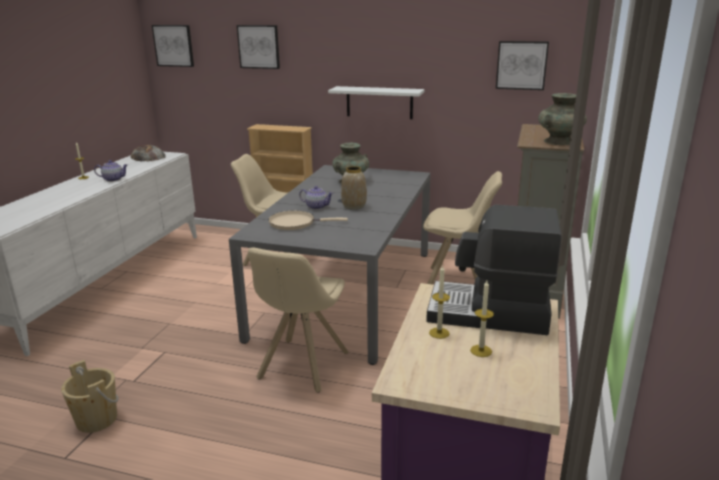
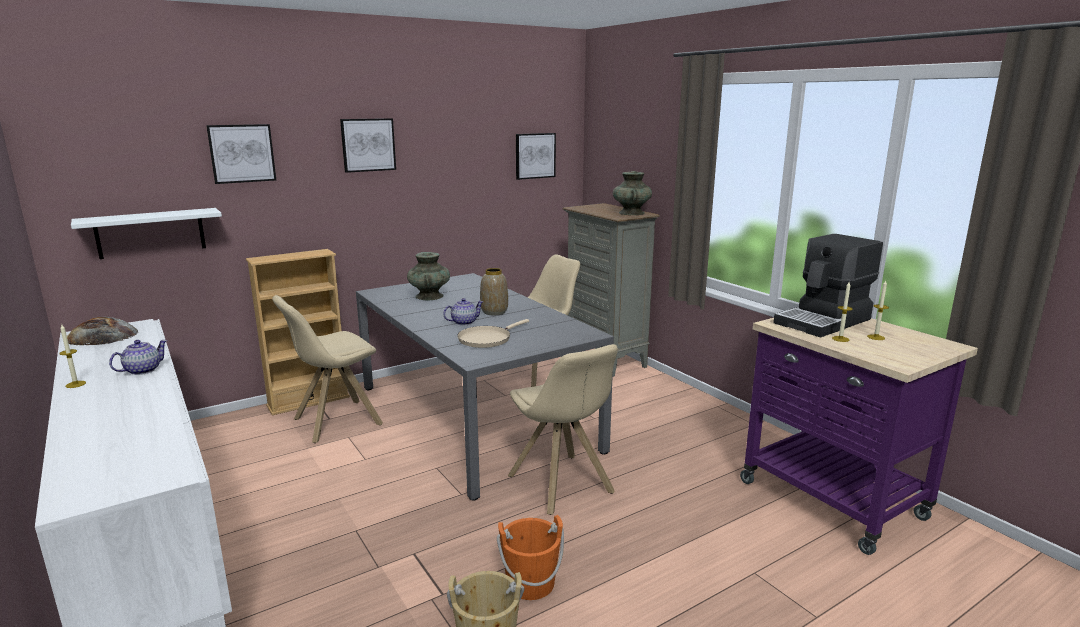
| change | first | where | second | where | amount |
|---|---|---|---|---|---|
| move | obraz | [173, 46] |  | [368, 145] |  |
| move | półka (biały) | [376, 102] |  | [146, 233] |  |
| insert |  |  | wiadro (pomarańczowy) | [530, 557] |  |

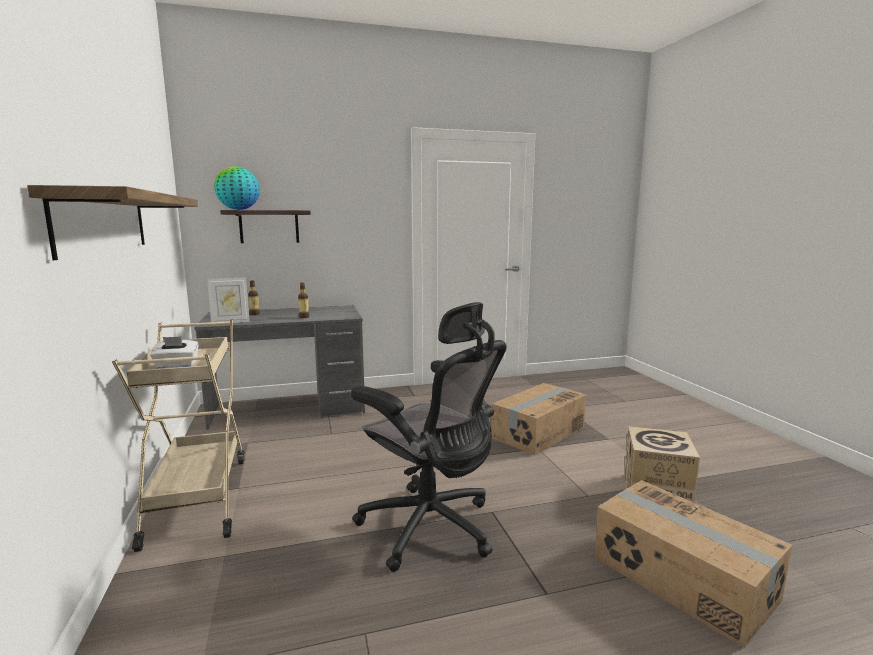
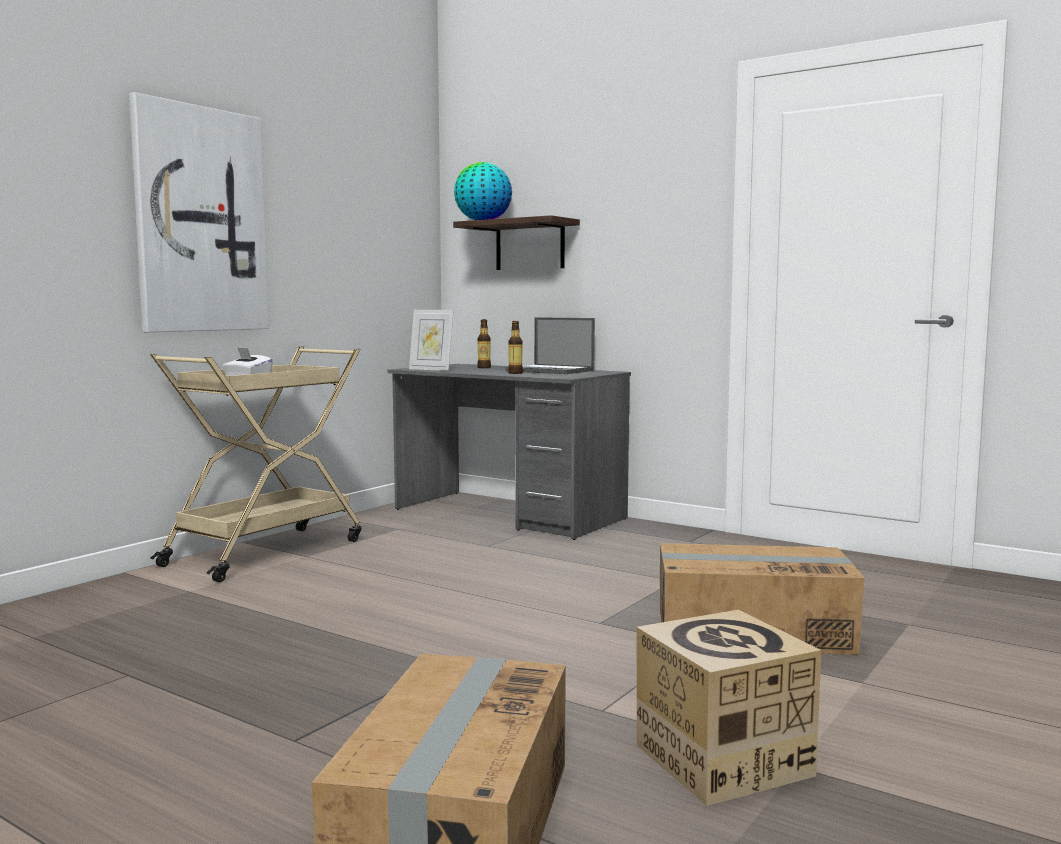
| change | first | where | second | where | amount |
|---|---|---|---|---|---|
| replace | półka | [112, 222] | obraz | [199, 212] |  |
| delete | krzesło biurowe | [429, 437] |  |  |  |
| insert |  |  | laptop | [550, 345] |  |

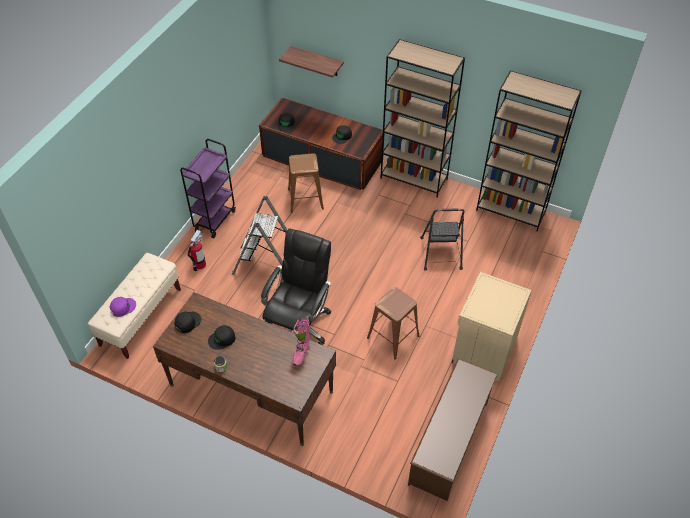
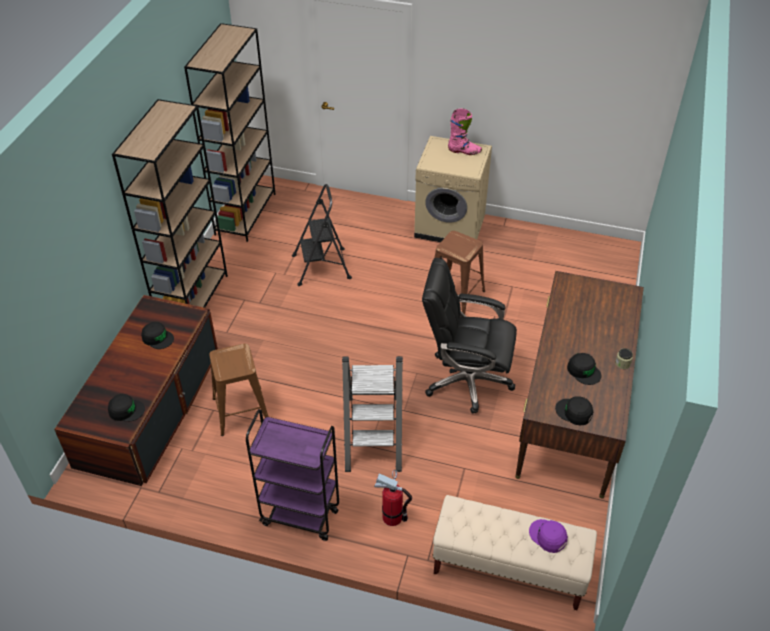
| change | first | where | second | where | amount |
|---|---|---|---|---|---|
| delete | półka | [311, 62] |  |  |  |
| move | but z cholewką (różowy) | [301, 342] |  | [465, 132] |  |
| delete | regał na buty (brązowy) | [452, 429] |  |  |  |

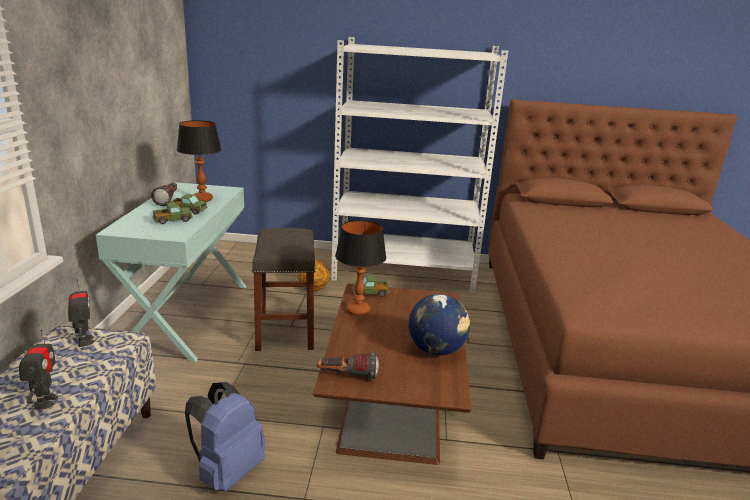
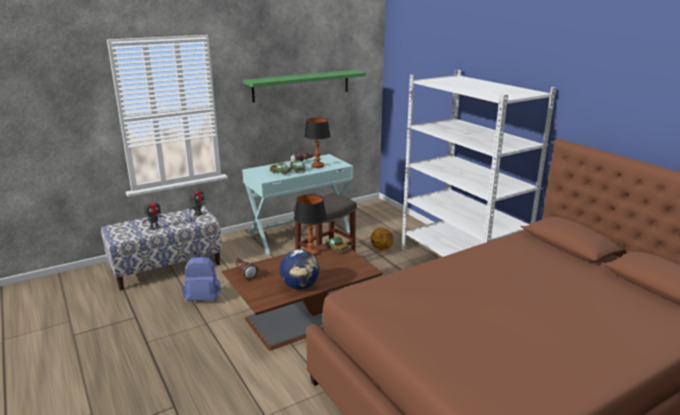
| change | first | where | second | where | amount |
|---|---|---|---|---|---|
| insert |  |  | półka (zielony) | [304, 86] |  |

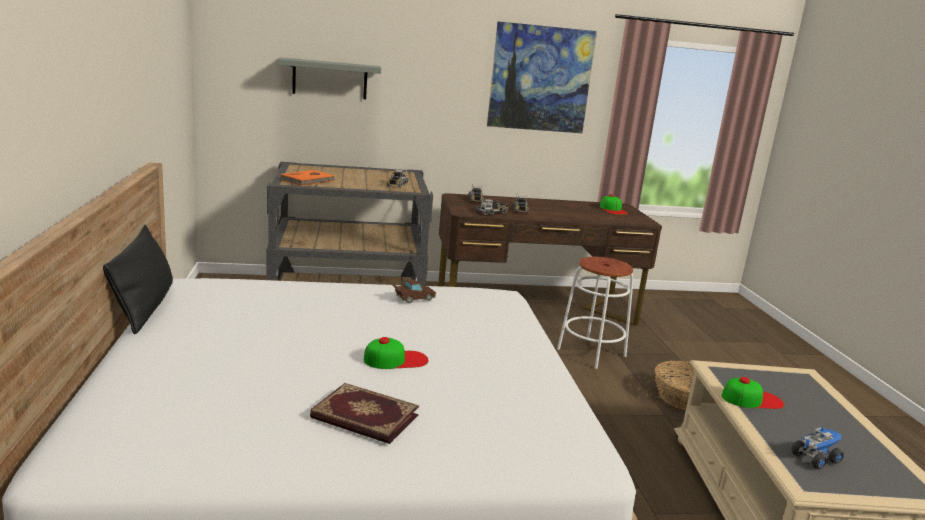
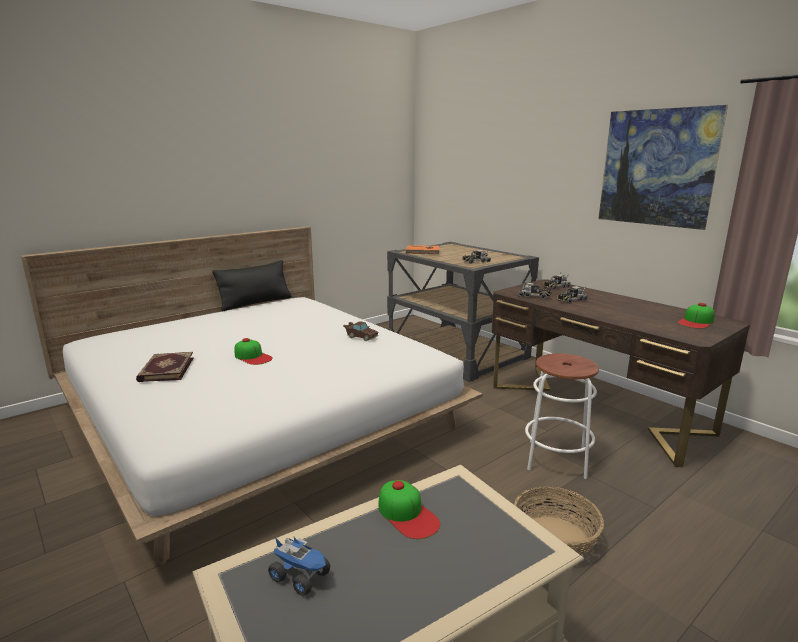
| change | first | where | second | where | amount |
|---|---|---|---|---|---|
| delete | półka (szary) | [328, 78] |  |  |  |

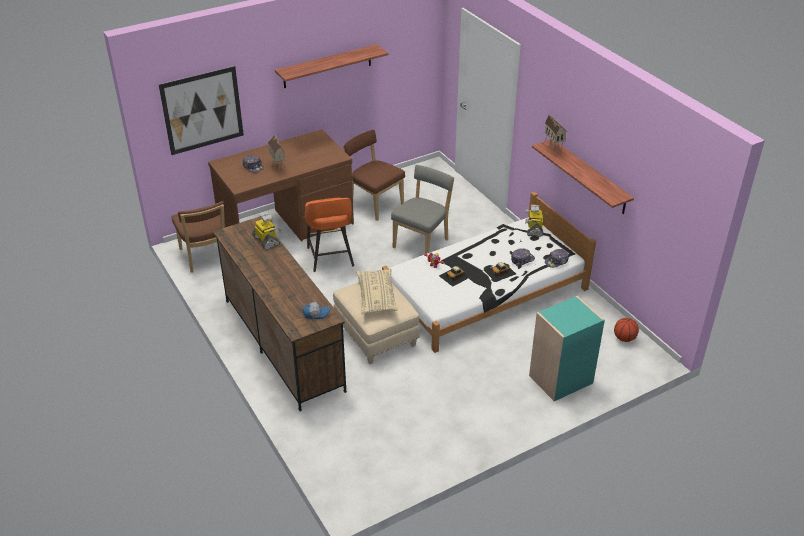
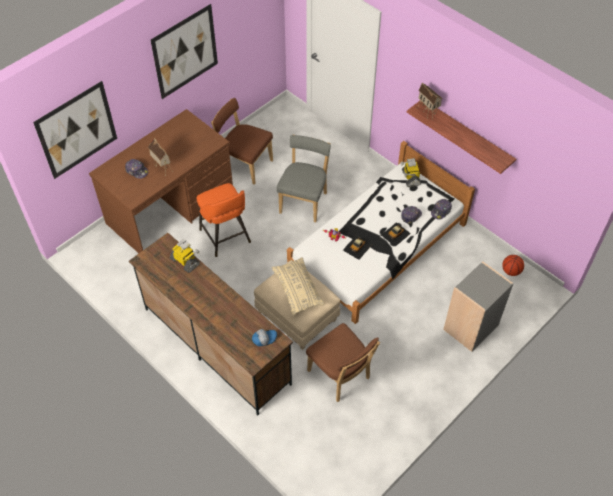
| change | first | where | second | where | amount |
|---|---|---|---|---|---|
| move | krzesło (brązowy) | [198, 237] |  | [343, 362] |  |
| replace | półka | [332, 66] | obraz | [184, 51] |  |
| recolor | regał (turkusowy) | [567, 348] | regał (szary) | [478, 306] |  |

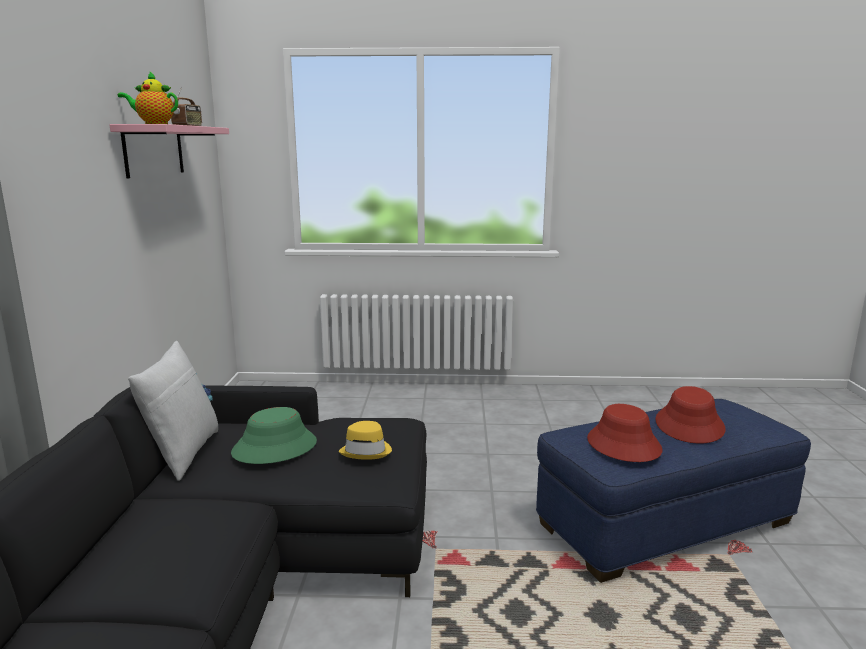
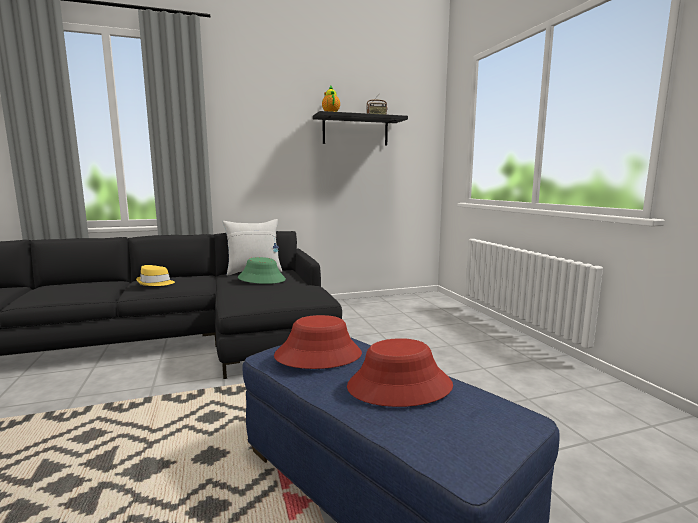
| change | first | where | second | where | amount |
|---|---|---|---|---|---|
| recolor | półka (różowy) | [169, 151] | półka (czarny) | [360, 128] |  |
| move | kapelusz (żółty) | [365, 440] |  | [155, 275] |  |

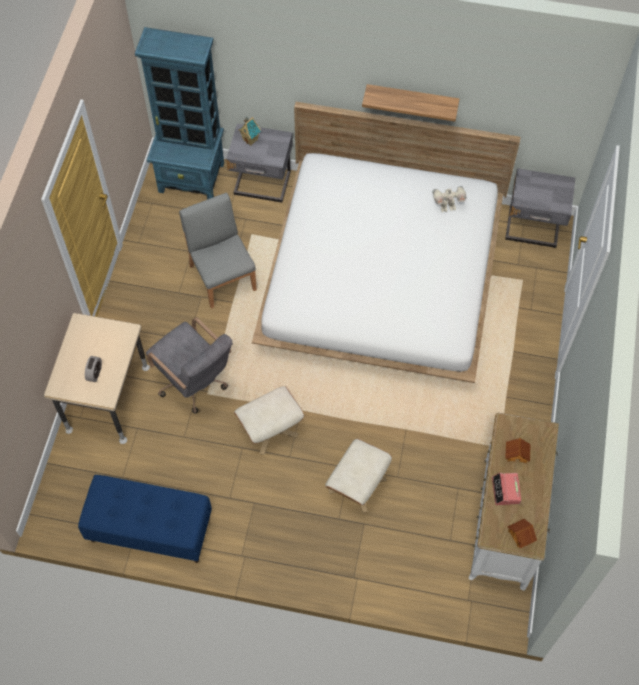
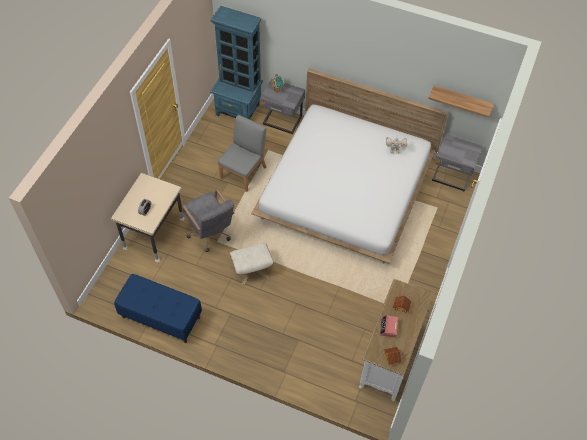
| change | first | where | second | where | amount |
|---|---|---|---|---|---|
| rotate | krzesło (szary) | [218, 251] |  | [242, 153] | 45 degrees clockwise |
| delete | pufa (beżowy) | [358, 476] |  |  |  |
| move | półka | [410, 103] |  | [461, 101] |  |

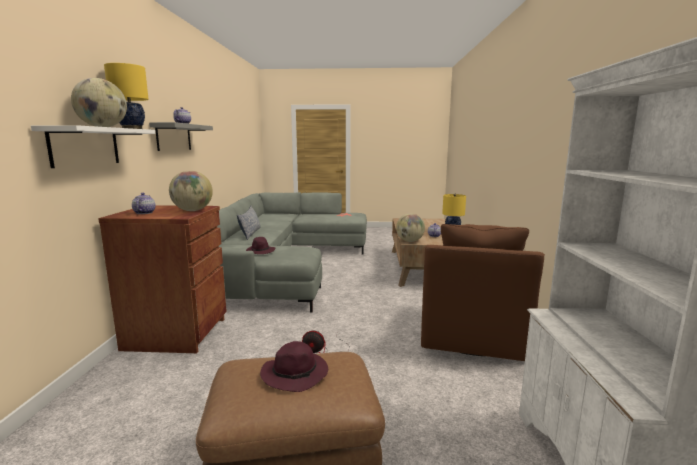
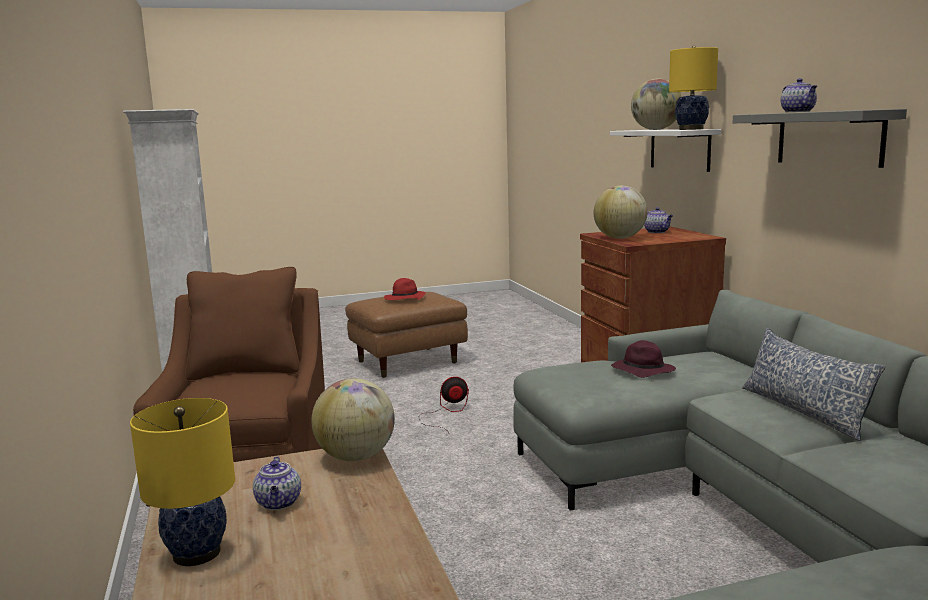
| change | first | where | second | where | amount |
|---|---|---|---|---|---|
| recolor | kapelusz (fioletowy) | [294, 366] | kapelusz (czerwony) | [405, 289] |  |

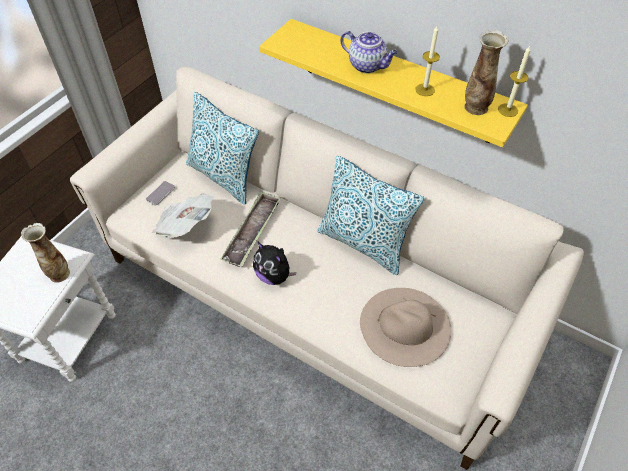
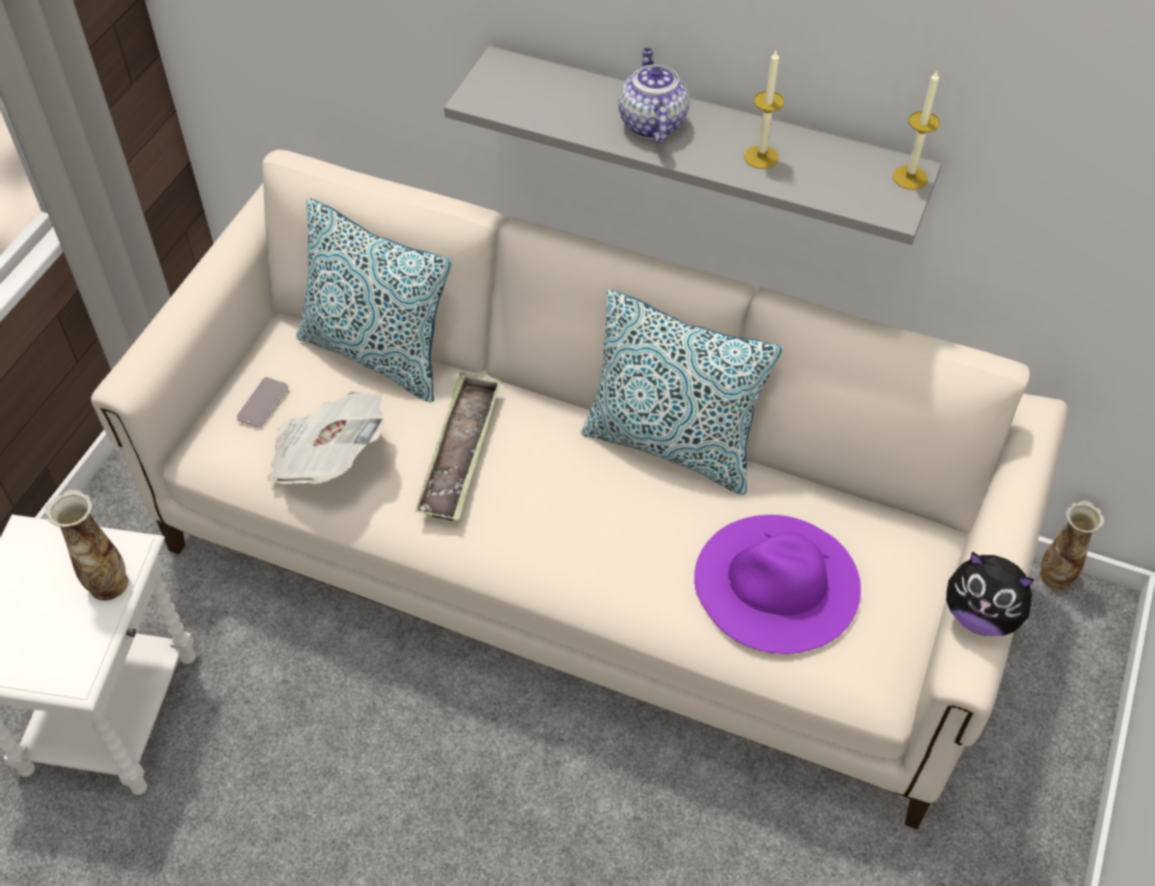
| change | first | where | second | where | amount |
|---|---|---|---|---|---|
| move | pluszak | [274, 263] |  | [994, 594] |  |
| recolor | półka (żółty) | [393, 83] | półka (szary) | [693, 145] |  |
| rotate | imbryk | [369, 52] |  | [654, 95] | 120 degrees counterclockwise |
| recolor | kapelusz (beżowy) | [405, 327] | kapelusz (fioletowy) | [777, 584] |  |
| move | wazon | [486, 72] |  | [1072, 545] |  |

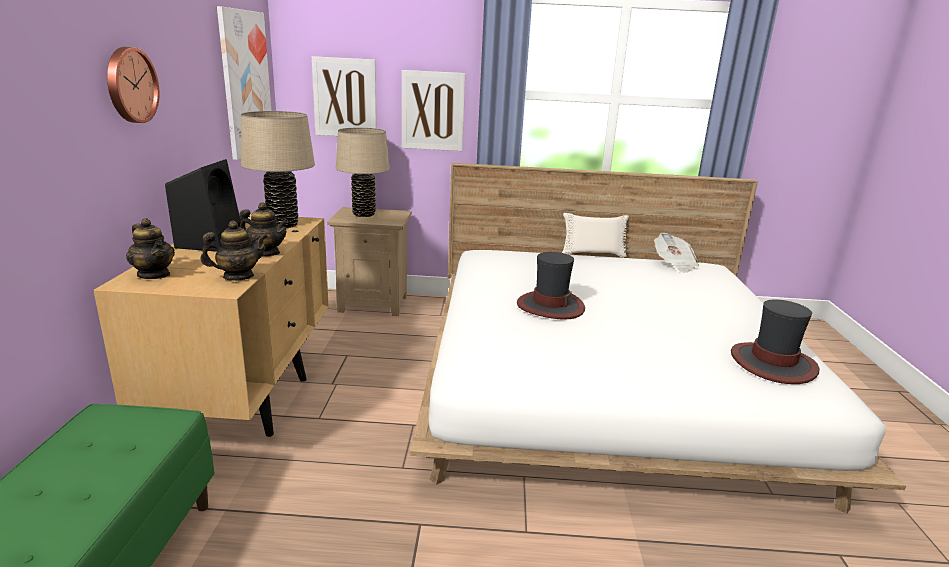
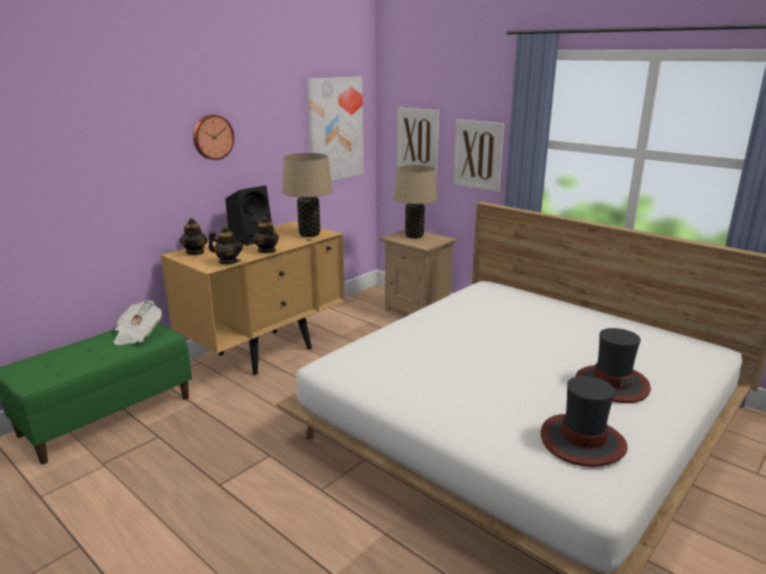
| change | first | where | second | where | amount |
|---|---|---|---|---|---|
| move | kapelusz | [551, 286] |  | [613, 365] |  |
| delete | poduszka (biały) | [595, 235] |  |  |  |
| move | gazeta | [676, 253] |  | [138, 322] |  |

